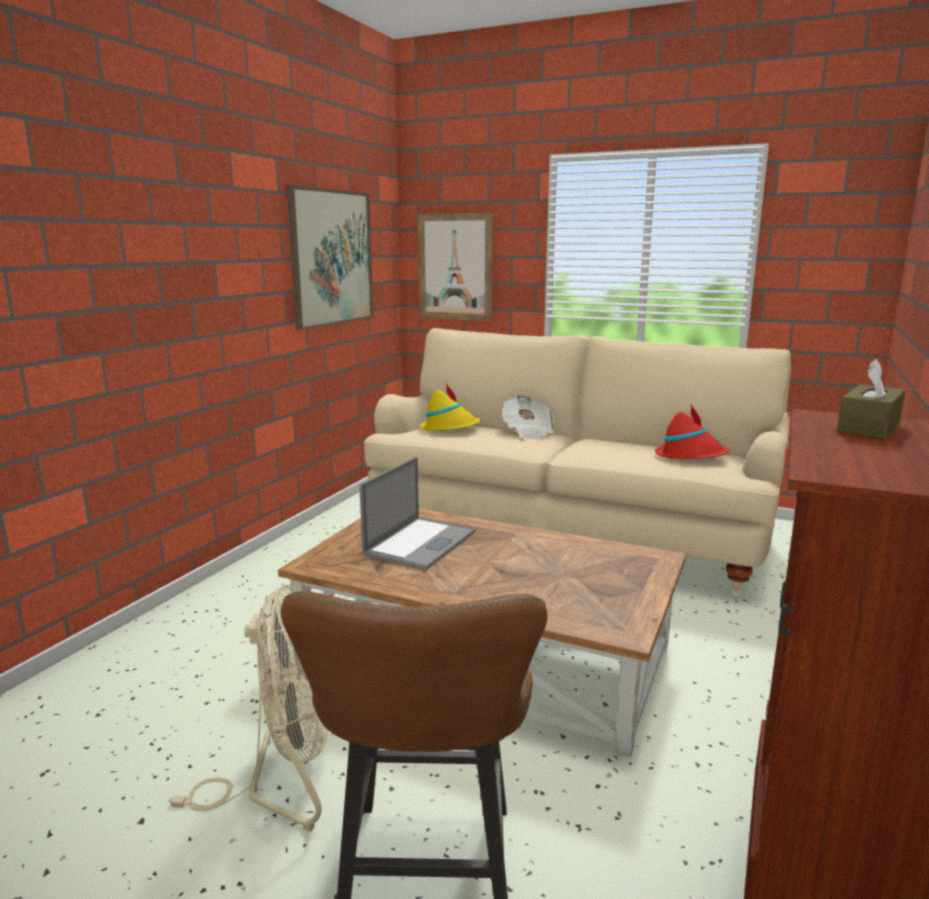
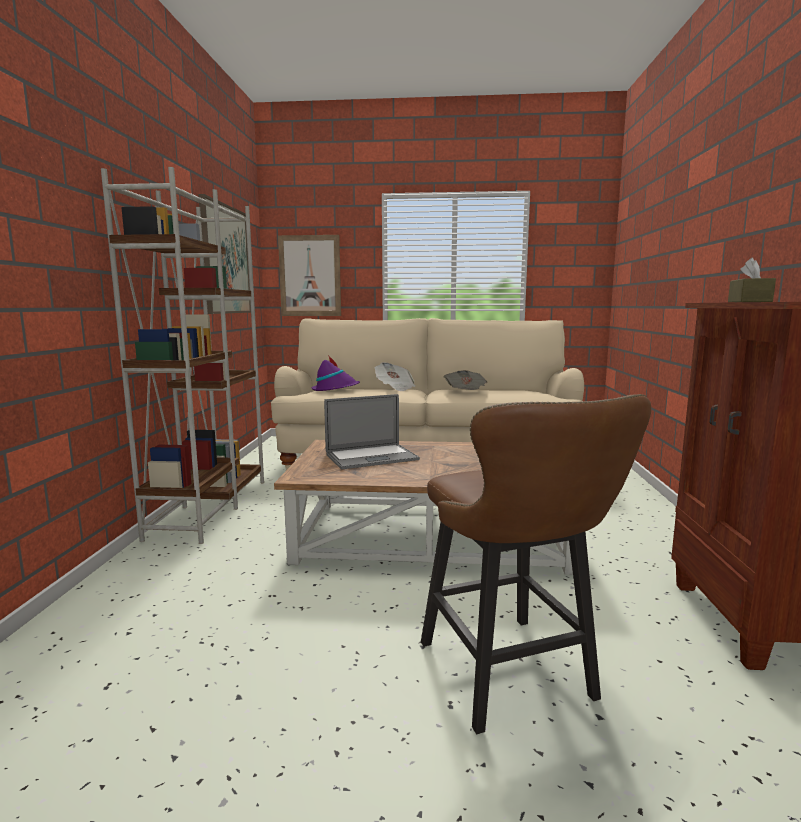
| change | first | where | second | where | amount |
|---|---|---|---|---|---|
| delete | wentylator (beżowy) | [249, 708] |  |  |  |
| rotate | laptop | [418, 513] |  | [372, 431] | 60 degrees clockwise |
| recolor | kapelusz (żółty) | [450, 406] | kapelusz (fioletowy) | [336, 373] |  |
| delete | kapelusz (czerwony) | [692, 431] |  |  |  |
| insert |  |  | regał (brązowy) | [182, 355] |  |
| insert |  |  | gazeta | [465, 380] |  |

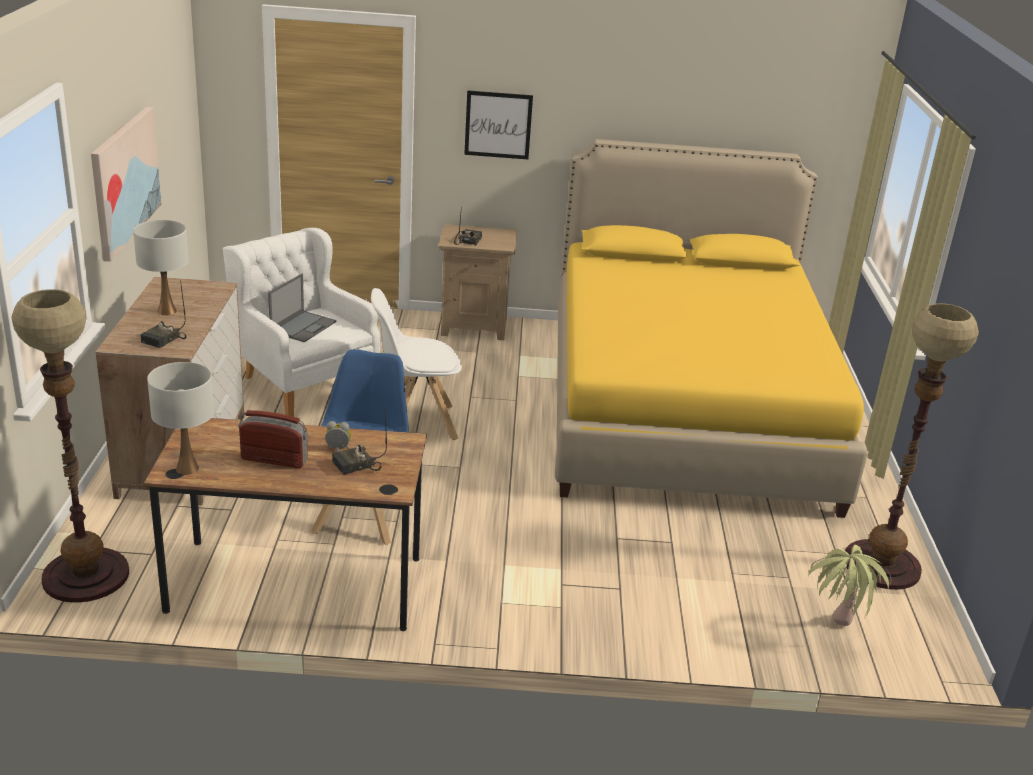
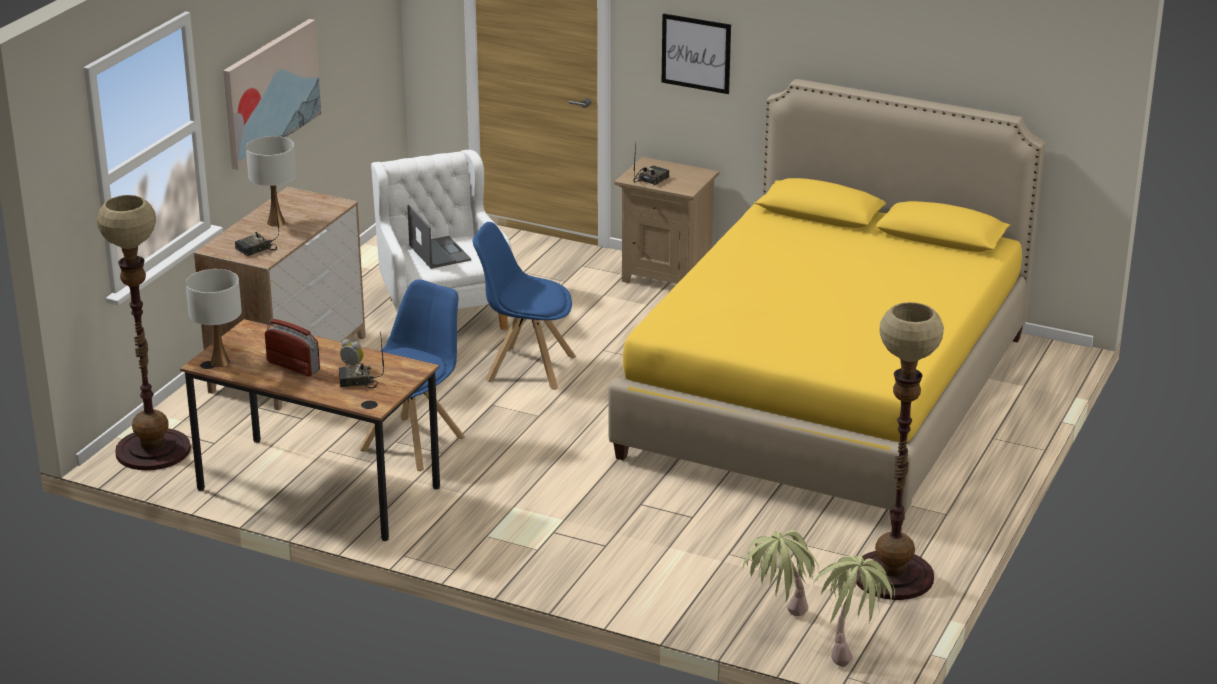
| change | first | where | second | where | amount |
|---|---|---|---|---|---|
| rotate | laptop | [302, 308] |  | [439, 237] | 75 degrees counterclockwise |
| recolor | krzesło (biały) | [416, 364] | krzesło (niebieski) | [524, 306] |  |
| insert |  |  | roślina doniczkowa | [854, 611] |  |

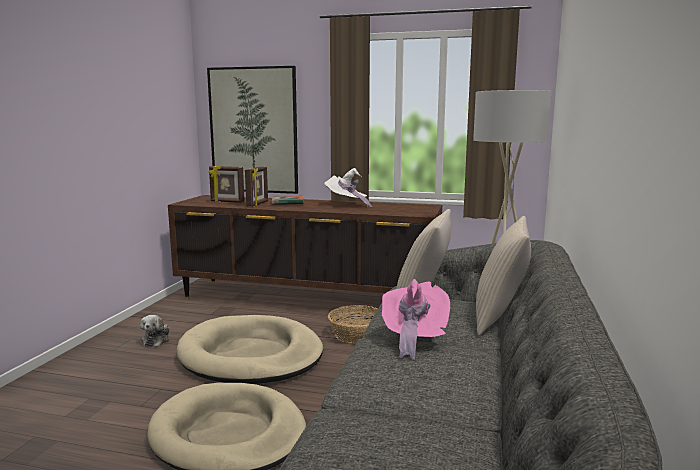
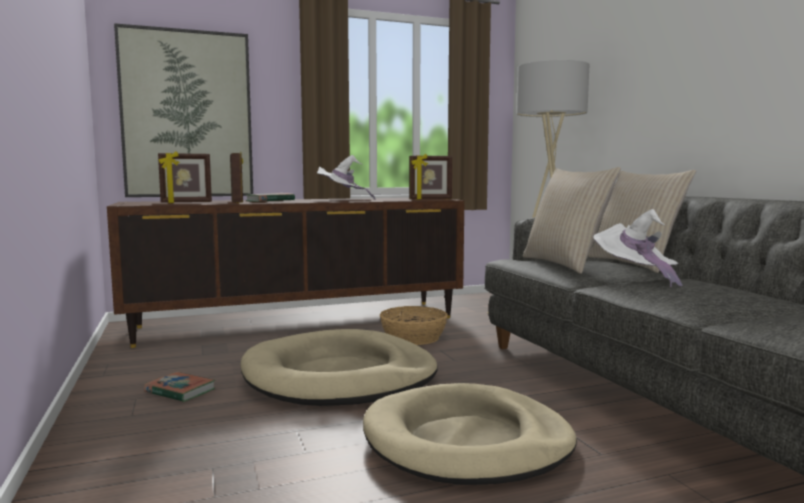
| change | first | where | second | where | amount |
|---|---|---|---|---|---|
| replace | pluszak | [154, 331] | książka | [179, 387] |  |
| recolor | kapelusz (różowy) | [416, 319] | kapelusz (biały) | [638, 248] |  |
| insert |  |  | ramka na zdjęcie | [430, 177] |  |

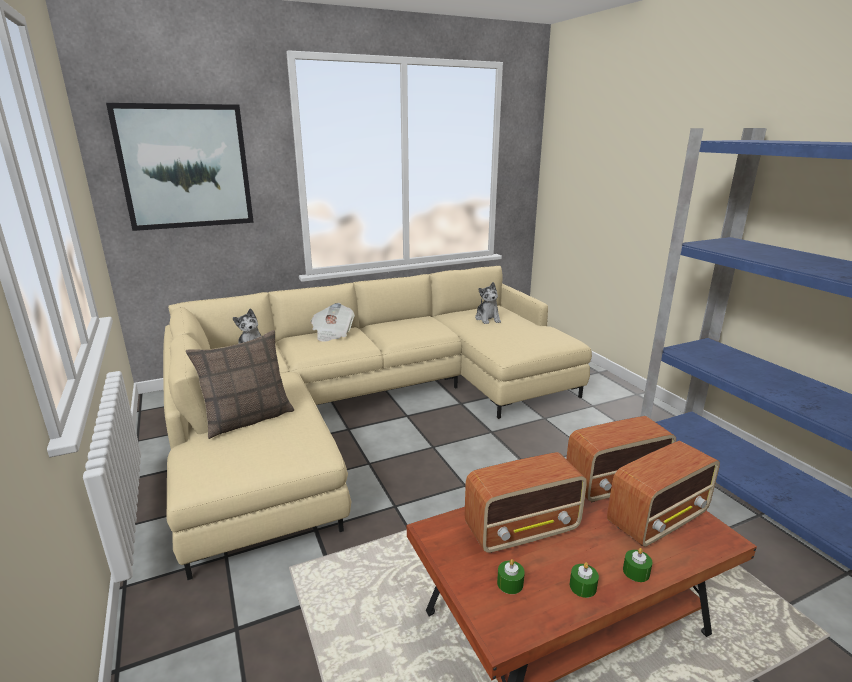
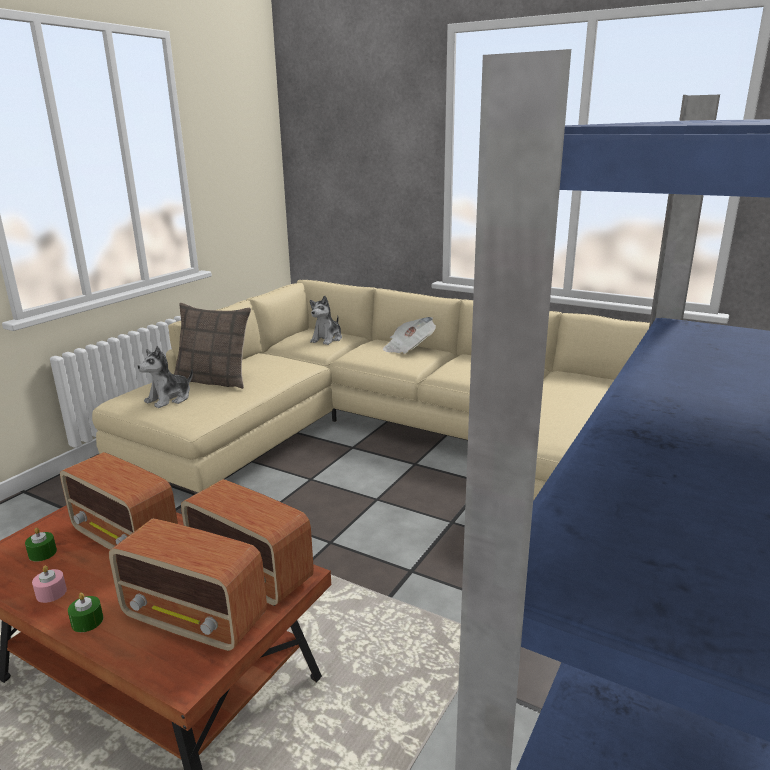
| change | first | where | second | where | amount |
|---|---|---|---|---|---|
| delete | obraz | [180, 167] |  |  |  |
| move | pluszak | [488, 303] |  | [165, 377] |  |
| recolor | świeca (zielony) | [584, 580] | świeca (różowy) | [49, 584] |  |

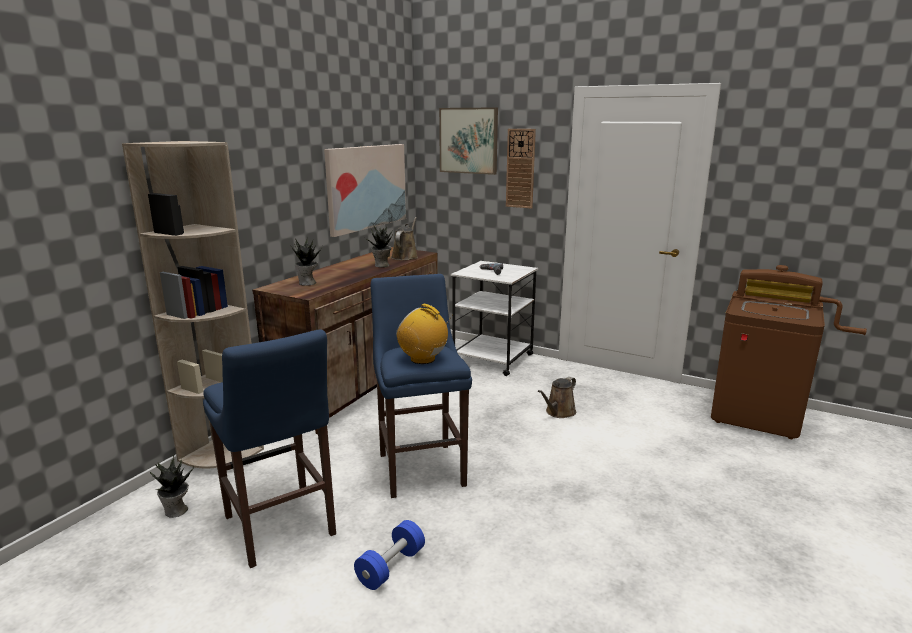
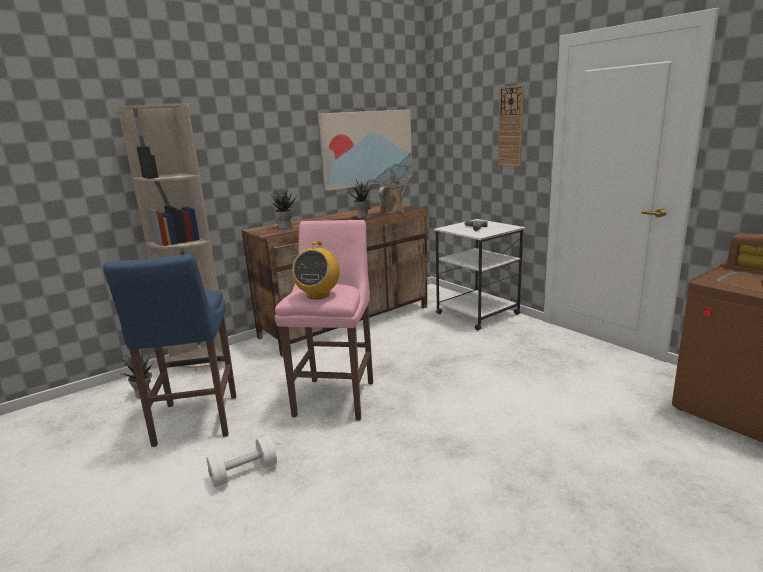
| change | first | where | second | where | amount |
|---|---|---|---|---|---|
| recolor | hantel (niebieski) | [389, 555] | hantel (biały) | [242, 461] |  |
| recolor | stołek (niebieski) | [421, 386] | stołek (różowy) | [324, 320] |  |
| rotate | radio | [424, 334] |  | [316, 270] | 135 degrees counterclockwise |
| delete | obraz | [468, 141] |  |  |  |
| delete | konewka (brązowy) | [557, 397] |  |  |  |

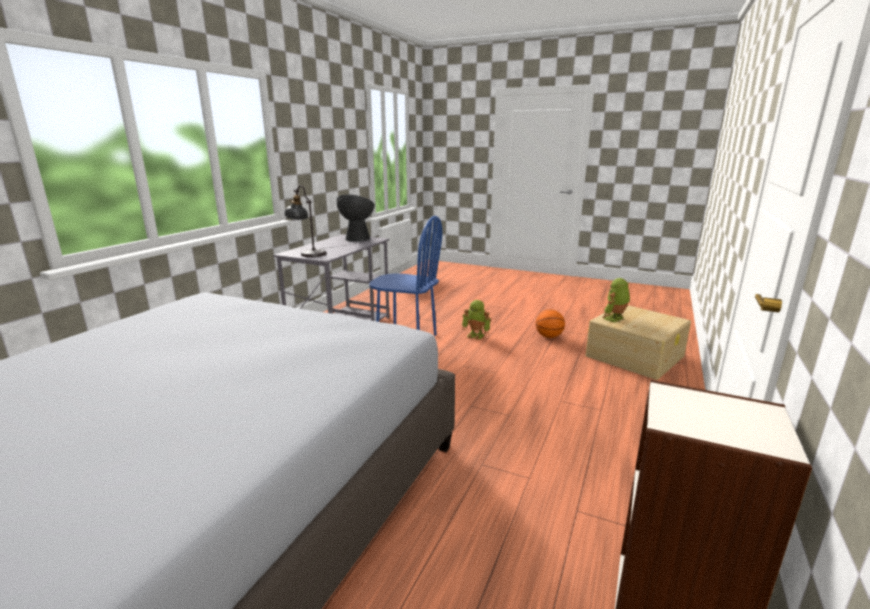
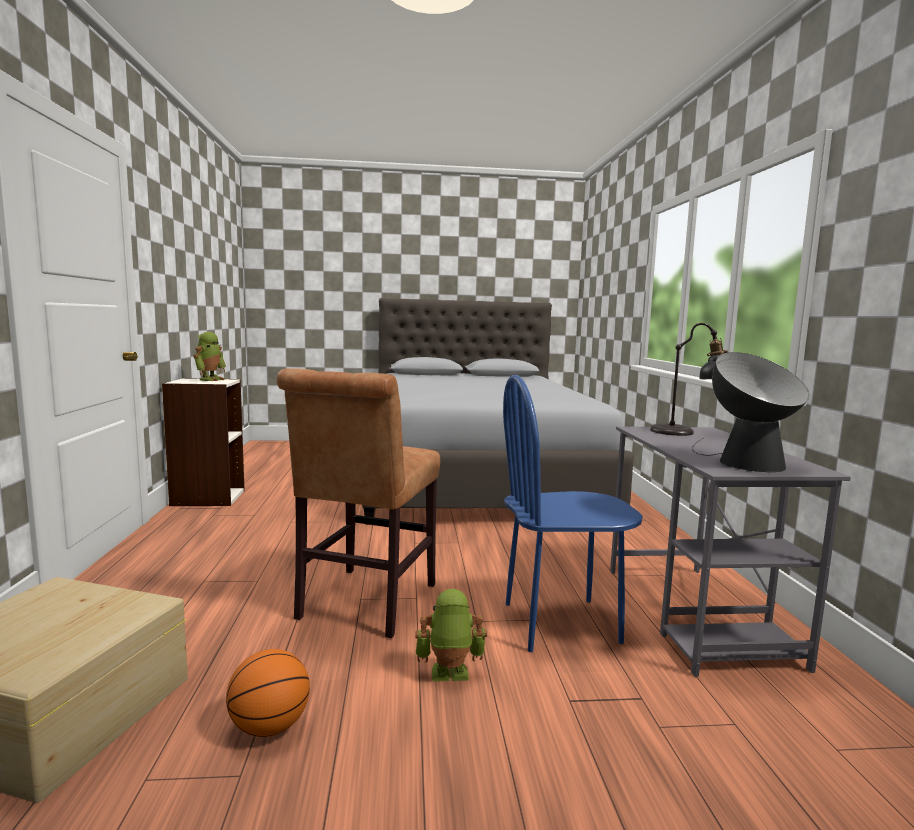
| change | first | where | second | where | amount |
|---|---|---|---|---|---|
| move | robot zabawkowy | [616, 300] |  | [209, 356] |  |
| insert |  |  | krzesło (brązowy) | [358, 503] |  |

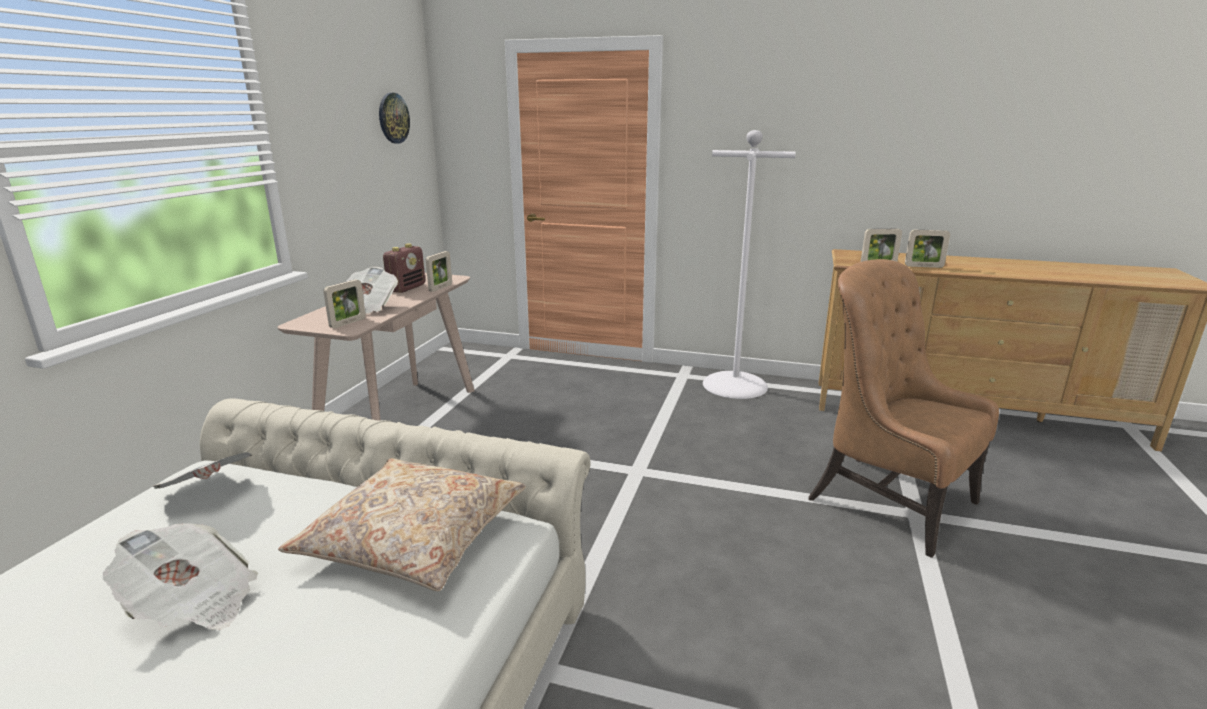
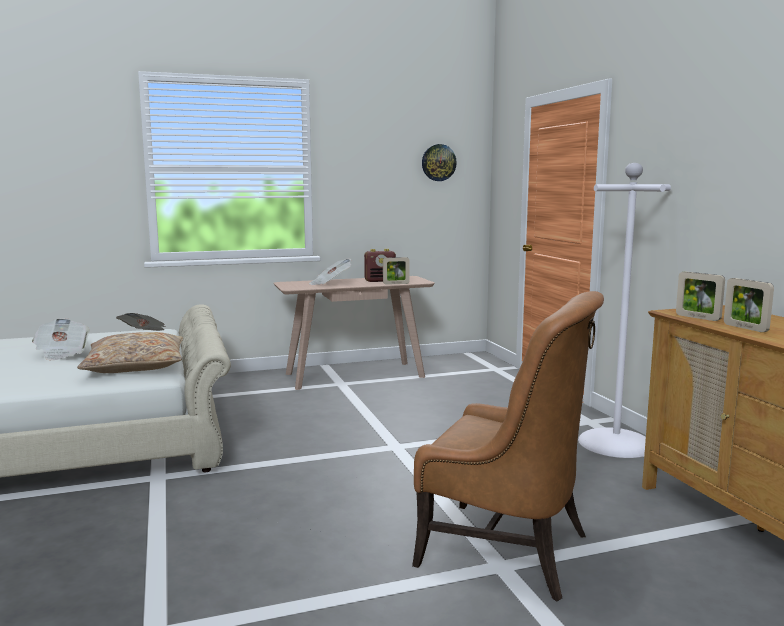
| change | first | where | second | where | amount |
|---|---|---|---|---|---|
| delete | ramka na zdjęcie | [344, 303] |  |  |  |
| rotate | krzesło (brązowy) | [903, 408] |  | [508, 446] | 105 degrees clockwise |

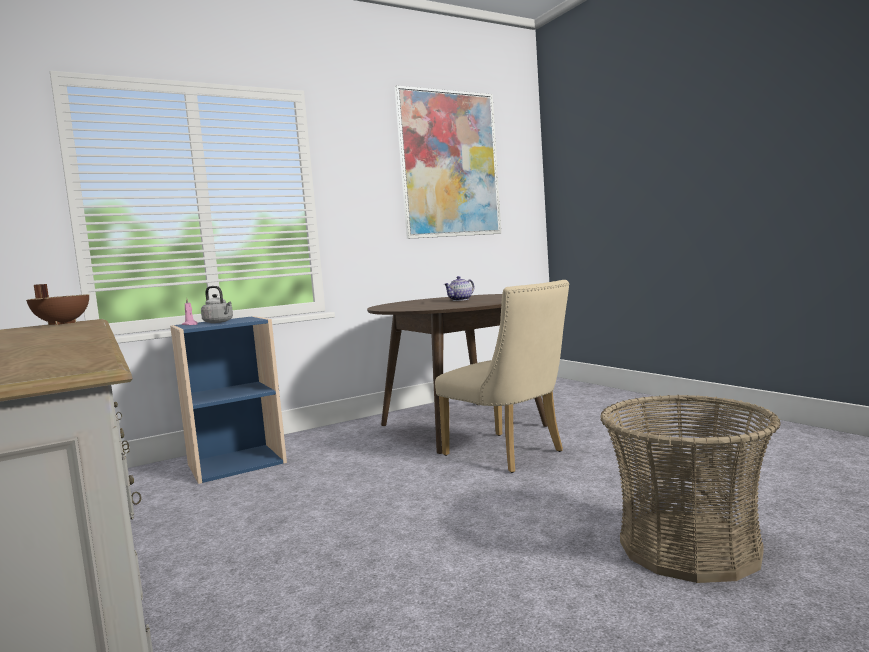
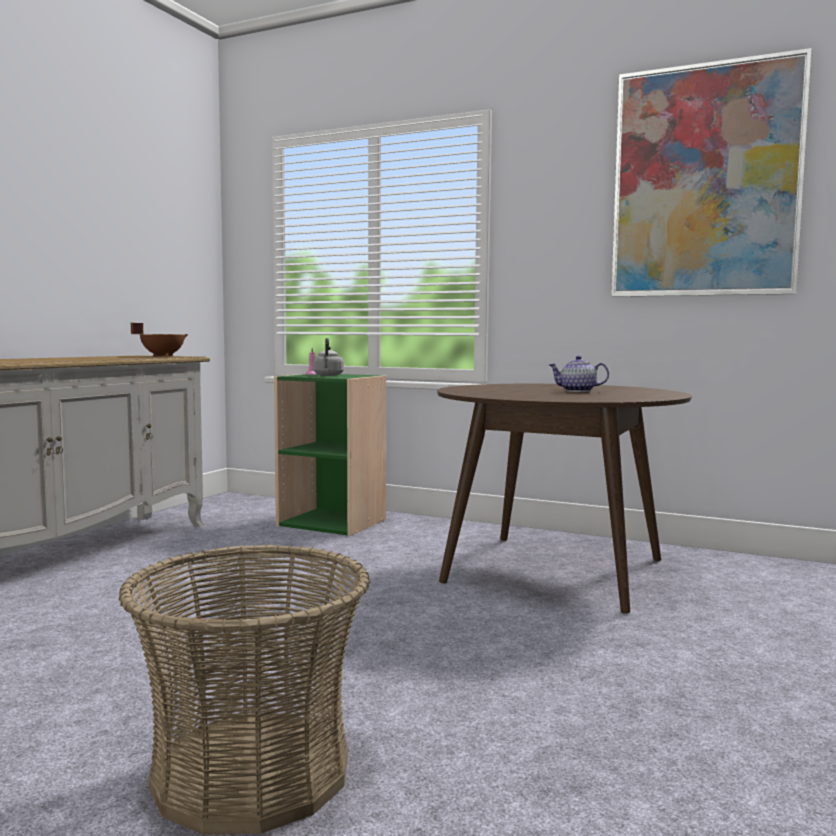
| change | first | where | second | where | amount |
|---|---|---|---|---|---|
| recolor | regał (niebieski) | [228, 400] | regał (zielony) | [330, 455] |  |
| delete | krzesło (beżowy) | [502, 376] |  |  |  |

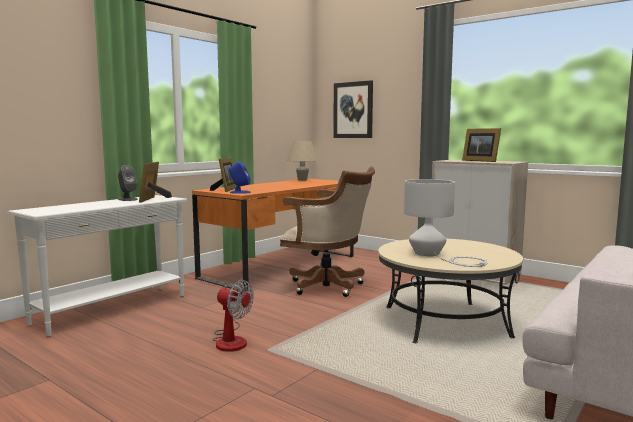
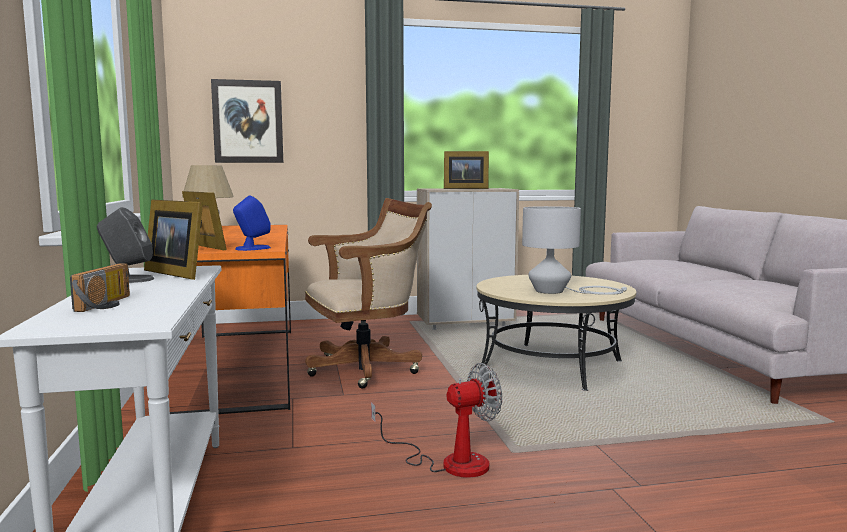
| change | first | where | second | where | amount |
|---|---|---|---|---|---|
| insert |  |  | radio | [100, 287] |  |

